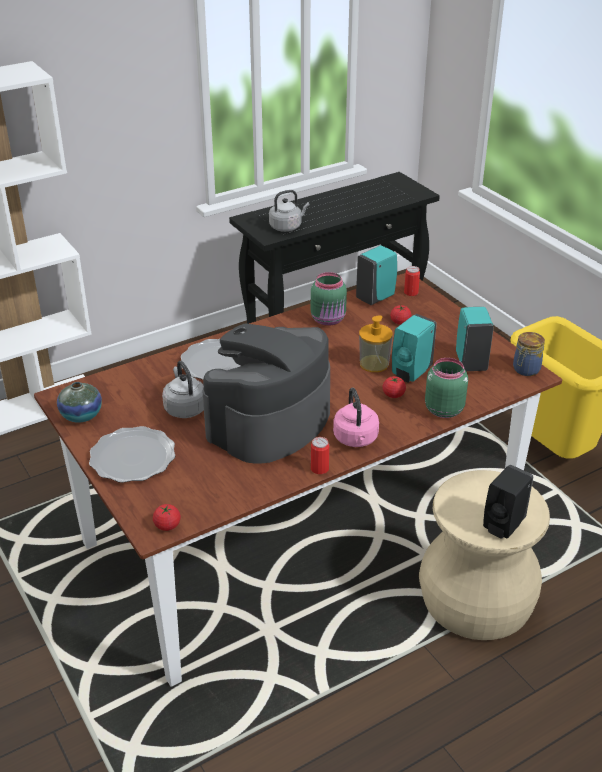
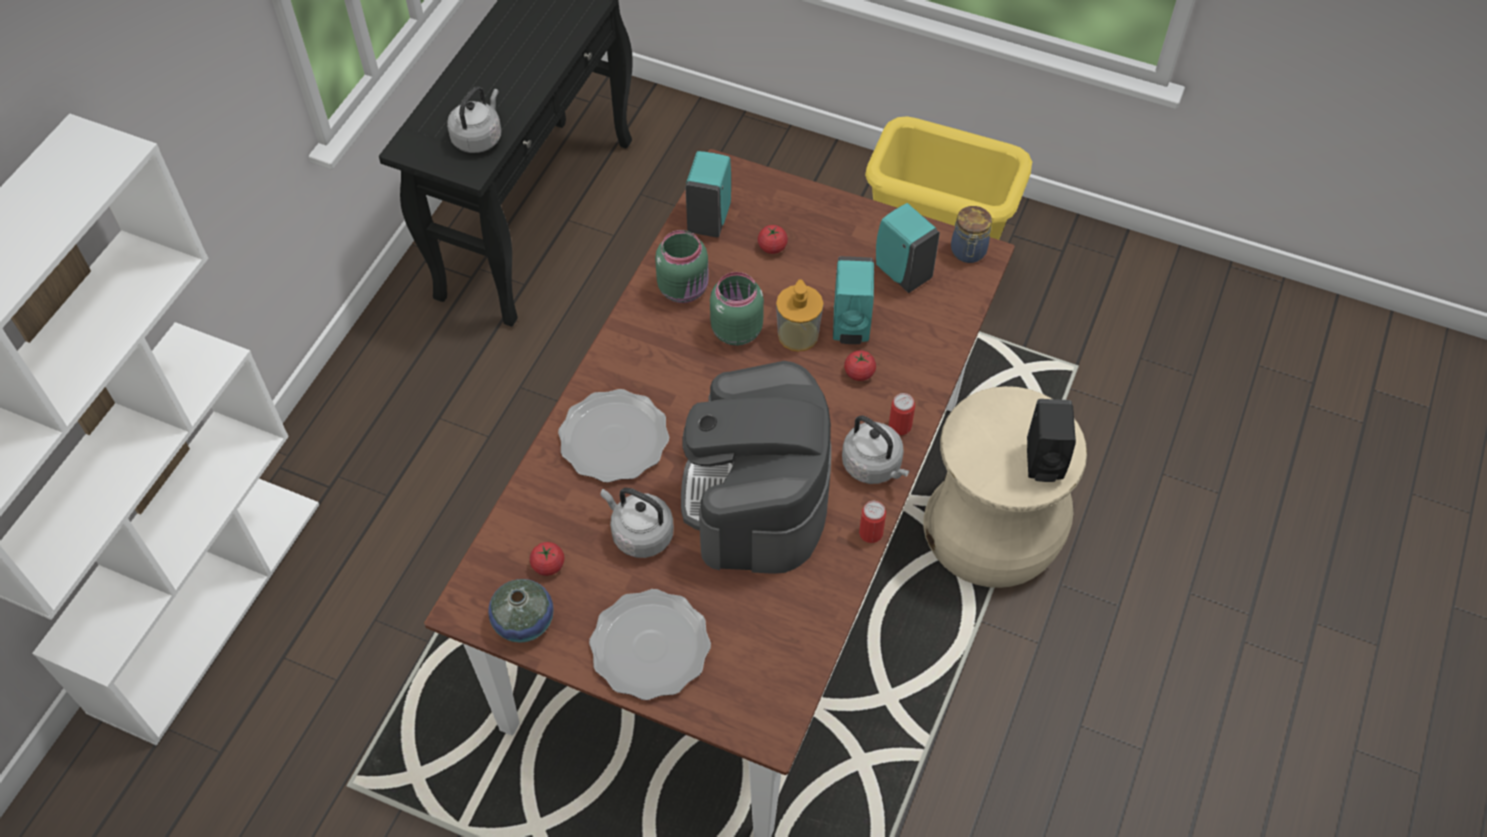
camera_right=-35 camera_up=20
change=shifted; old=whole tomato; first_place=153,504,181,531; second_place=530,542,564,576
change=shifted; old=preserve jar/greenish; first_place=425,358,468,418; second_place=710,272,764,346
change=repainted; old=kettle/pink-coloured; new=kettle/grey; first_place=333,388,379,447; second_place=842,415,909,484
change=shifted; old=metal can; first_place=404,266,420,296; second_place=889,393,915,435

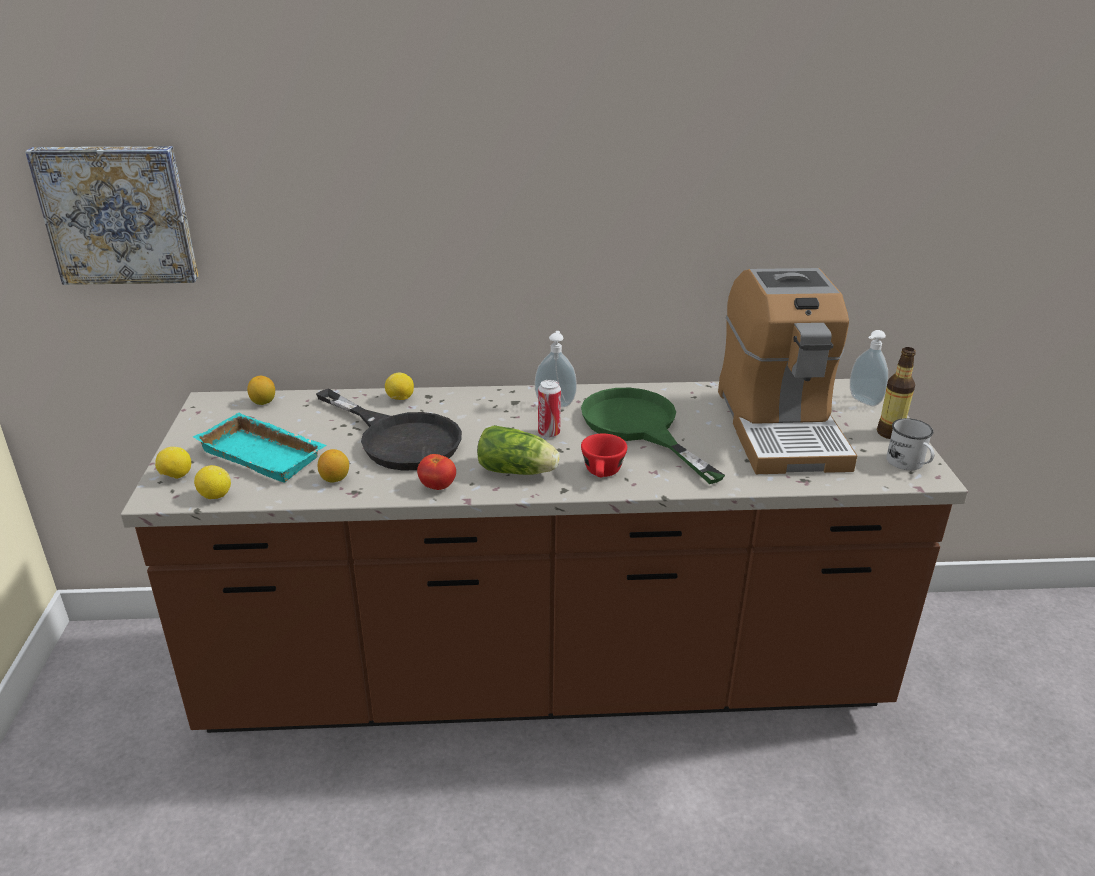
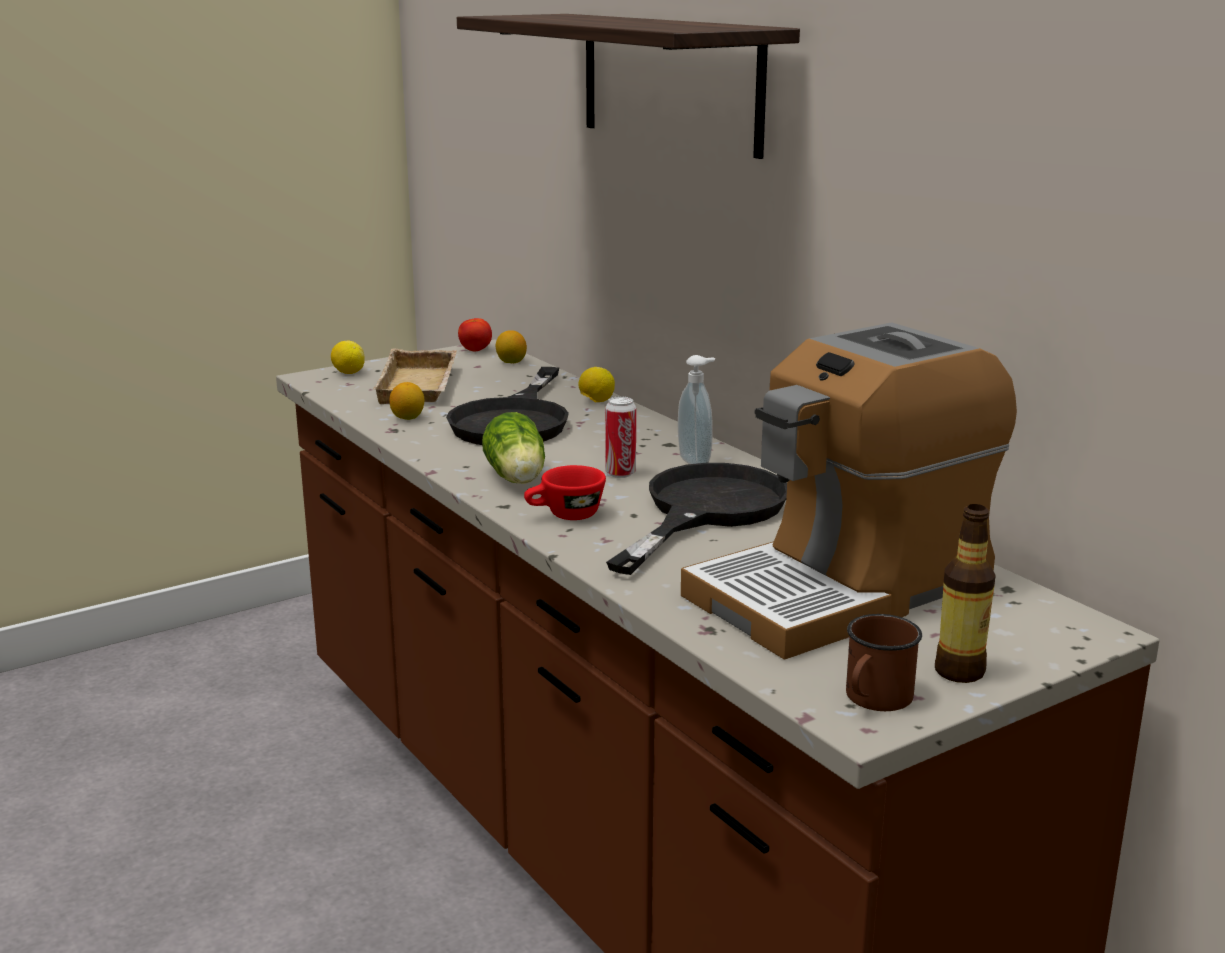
camera_right=60 camera_up=-10
change=repainted; old=carrying tray/blue-green; new=carrying tray/beige; first_place=193,413,327,482; second_place=373,348,457,404
change=new; new=bracket shelf; second_place=457,14,800,159
change=shifted; old=whole tomato; first_place=417,454,456,490; second_place=458,318,492,351
change=repainted; old=pan/greenish; new=pan/black; first_place=581,388,725,484; second_place=606,463,787,575
change=repainted; old=coffee mug/whitish; new=coffee mug/brownish; first_place=886,418,934,470; second_place=846,614,922,711
change=gone; old=wall picture; first_place=25,146,199,285
change=gone; old=citrus fruit; first_place=194,465,231,499
change=gone; old=liquid soap bottle; first_place=850,330,888,406

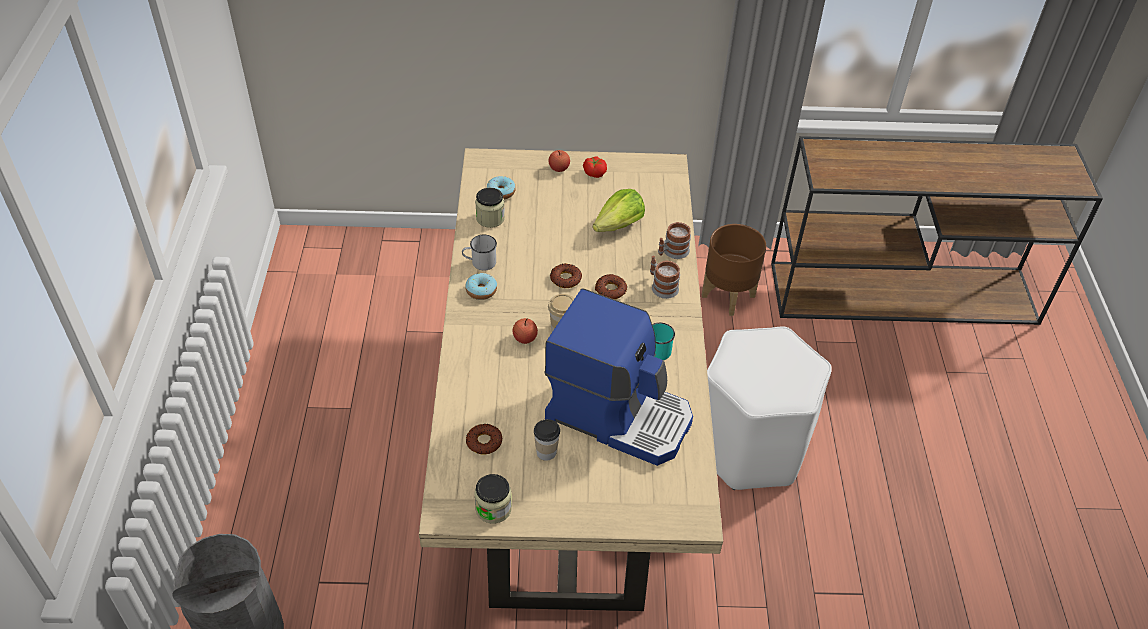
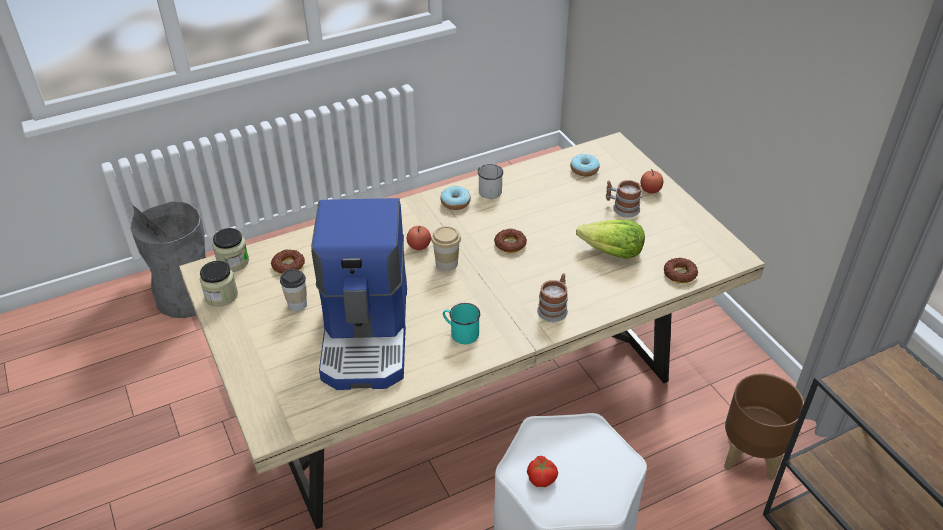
camera_right=65 camera_up=-5
change=shifted; old=preserve jar; first_place=475,188,505,228; second_place=213,228,249,272
change=shifted; old=whole tomato; first_place=583,157,607,178; second_place=527,456,558,487
change=shifted; old=coffee mug; first_place=658,222,691,259; second_place=606,180,642,217
change=shifted; old=doughnut; first_place=595,274,627,299; second_place=664,258,698,283

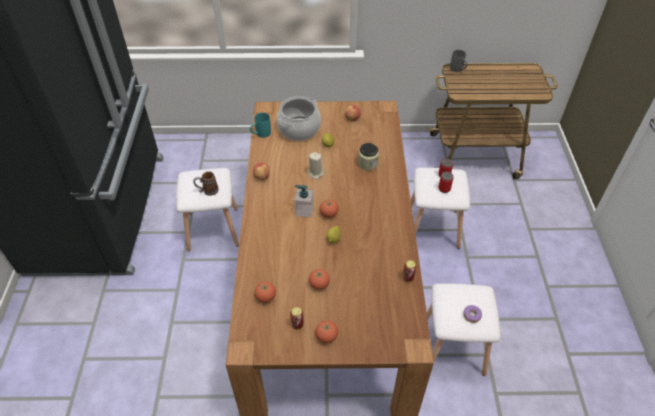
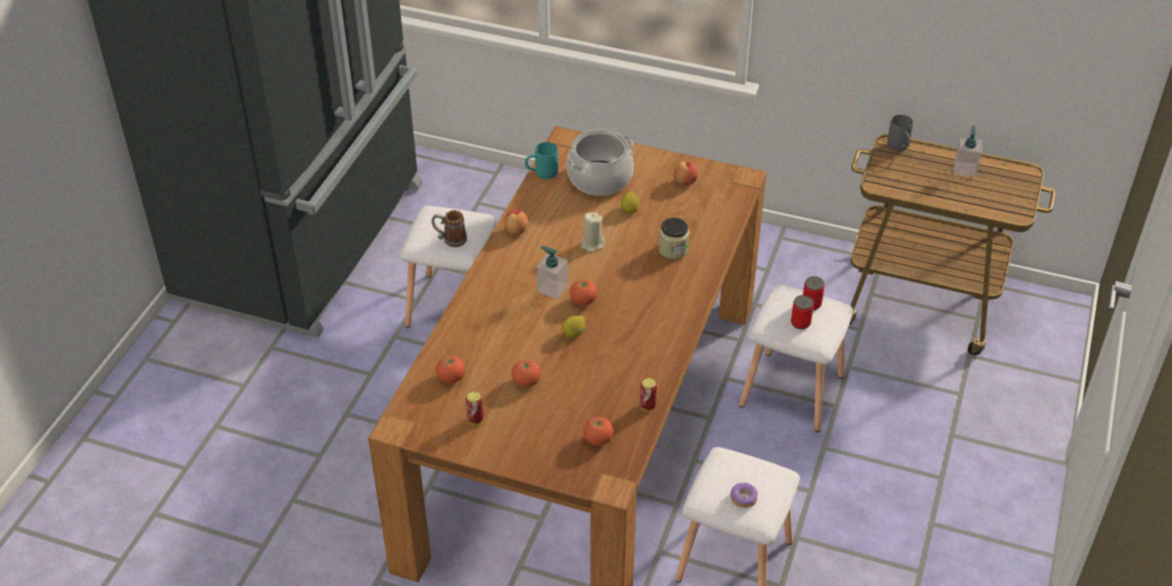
camera_right=20 camera_up=-5
change=shifted; old=whole tomato; first_place=315,321,338,343; second_place=583,417,613,446
change=new; new=liquid soap bottle; second_place=954,125,982,177

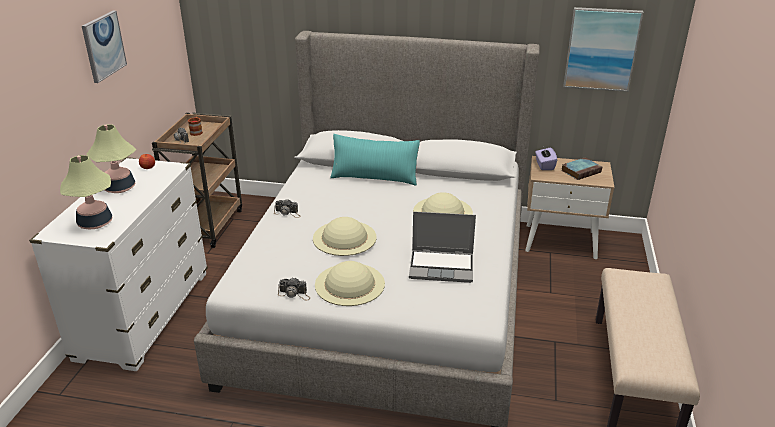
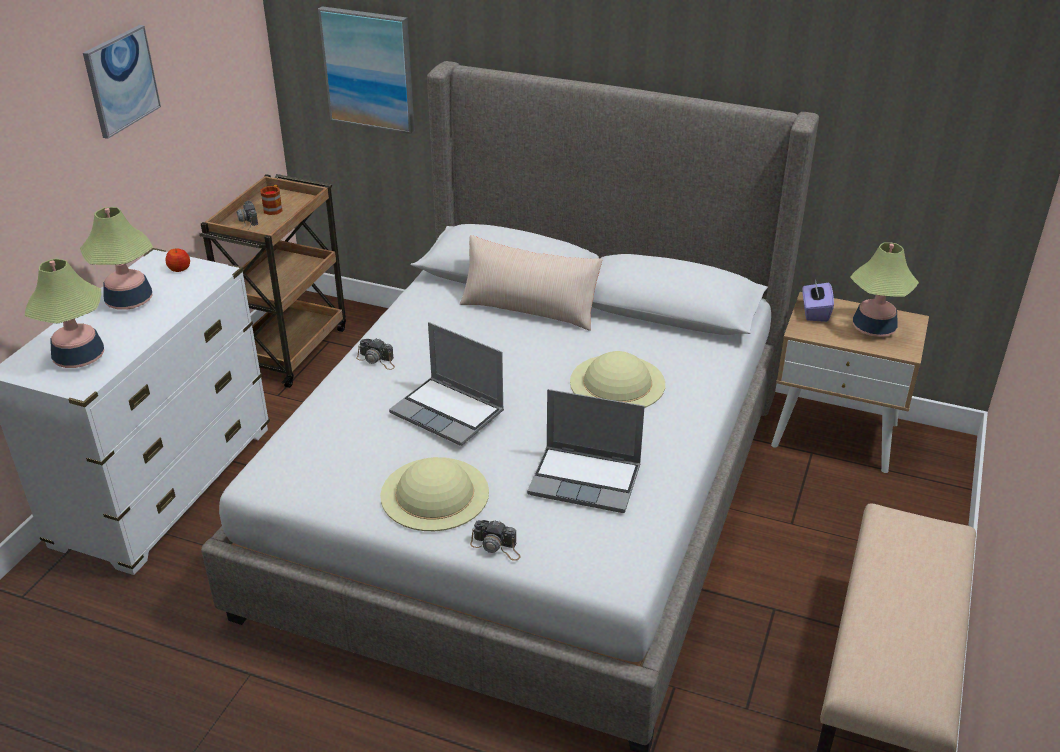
camera_right=10 camera_up=5
change=shifted; old=wall picture; first_place=563,7,643,92; second_place=318,6,415,134
change=swapped; old=wearable hat/beige; new=notebook computer; first_place=313,217,377,256; second_place=389,322,504,446
change=repainted; old=pillow/blue-green; new=pillow/beige; first_place=330,134,420,186; second_place=460,235,602,331
change=shifted; old=photo camera; first_place=278,278,310,300; second_place=470,520,521,561
change=swapped; old=volume; new=lamp for a table; first_place=561,158,602,180; second_place=850,242,919,337

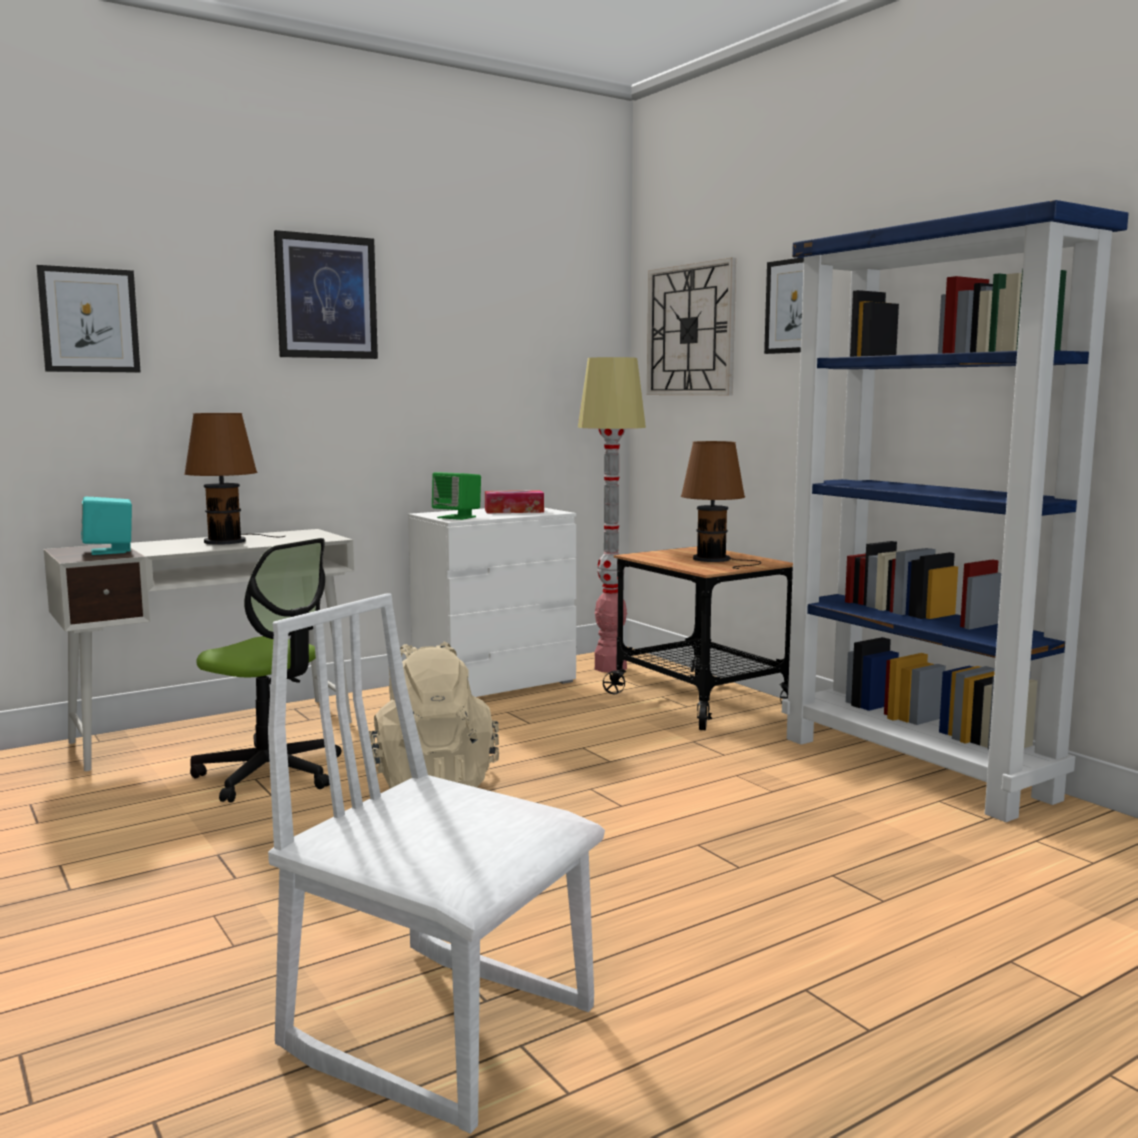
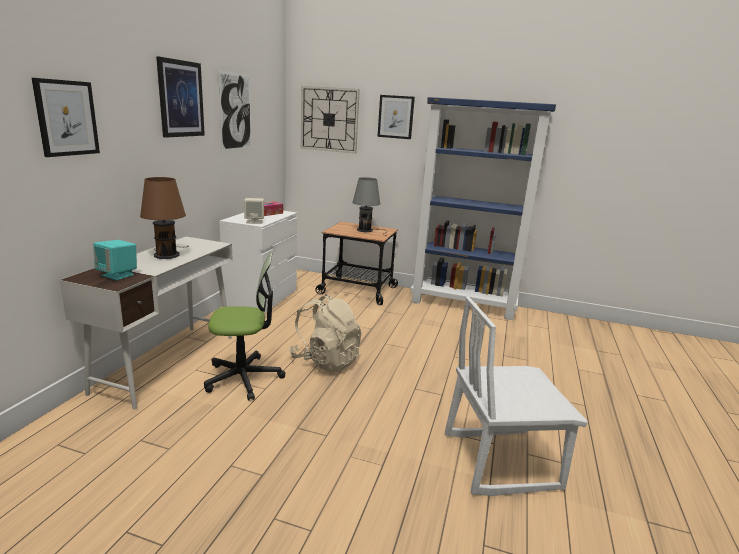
camera_right=-40 camera_up=10
change=new; new=wall picture; second_place=218,70,251,151
change=repainted; old=speaker/greenish; new=speaker/beige; first_place=432,472,481,520; second_place=244,198,264,224
change=repainted; old=lamp for a table/brownish; new=lamp for a table/grey; first_place=681,441,761,569; second_place=352,177,388,234
change=gone; old=standing lamp; first_place=578,357,646,672

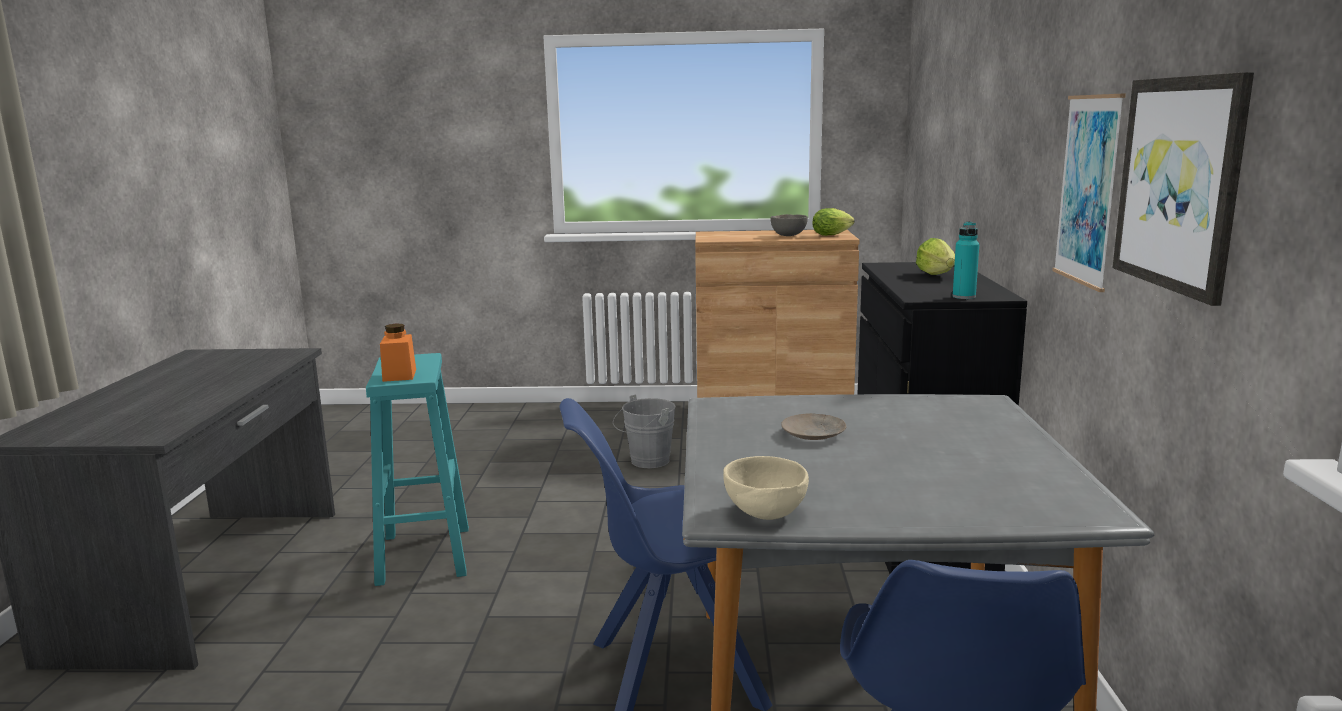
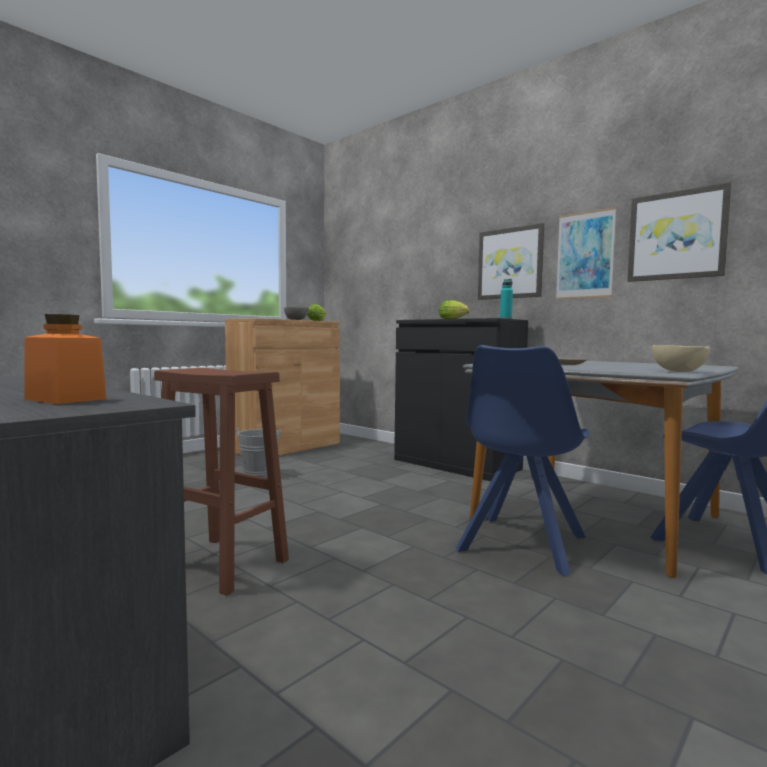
camera_right=-50 camera_up=-10
change=shifted; old=preserve jar/orange-coloured; first_place=380,324,416,382; second_place=25,314,106,404
change=repainted; old=stool seat/blue-green; new=stool seat/brownish; first_place=366,353,469,586; second_place=154,368,289,596
change=new; new=wall picture; second_place=478,223,544,300

